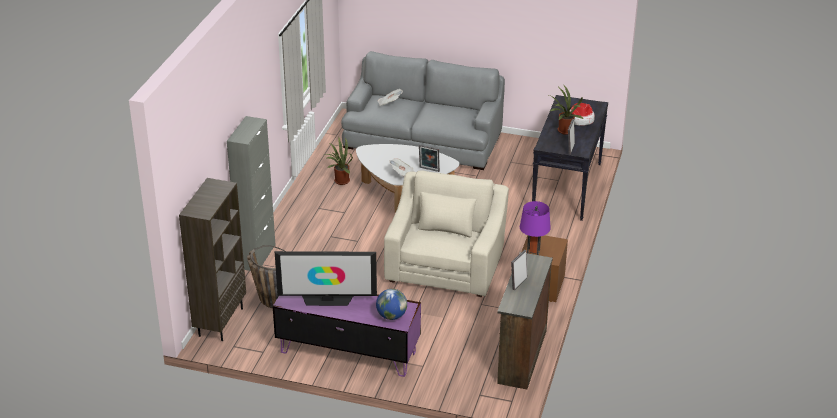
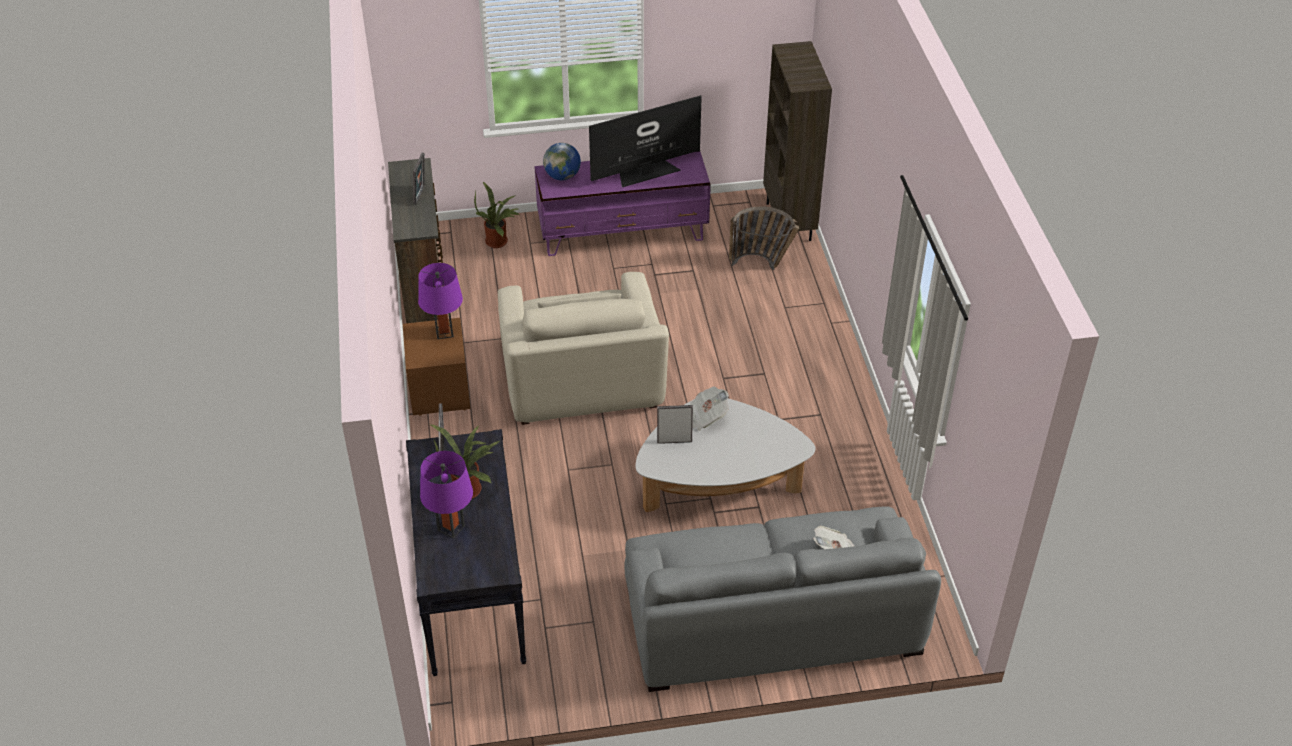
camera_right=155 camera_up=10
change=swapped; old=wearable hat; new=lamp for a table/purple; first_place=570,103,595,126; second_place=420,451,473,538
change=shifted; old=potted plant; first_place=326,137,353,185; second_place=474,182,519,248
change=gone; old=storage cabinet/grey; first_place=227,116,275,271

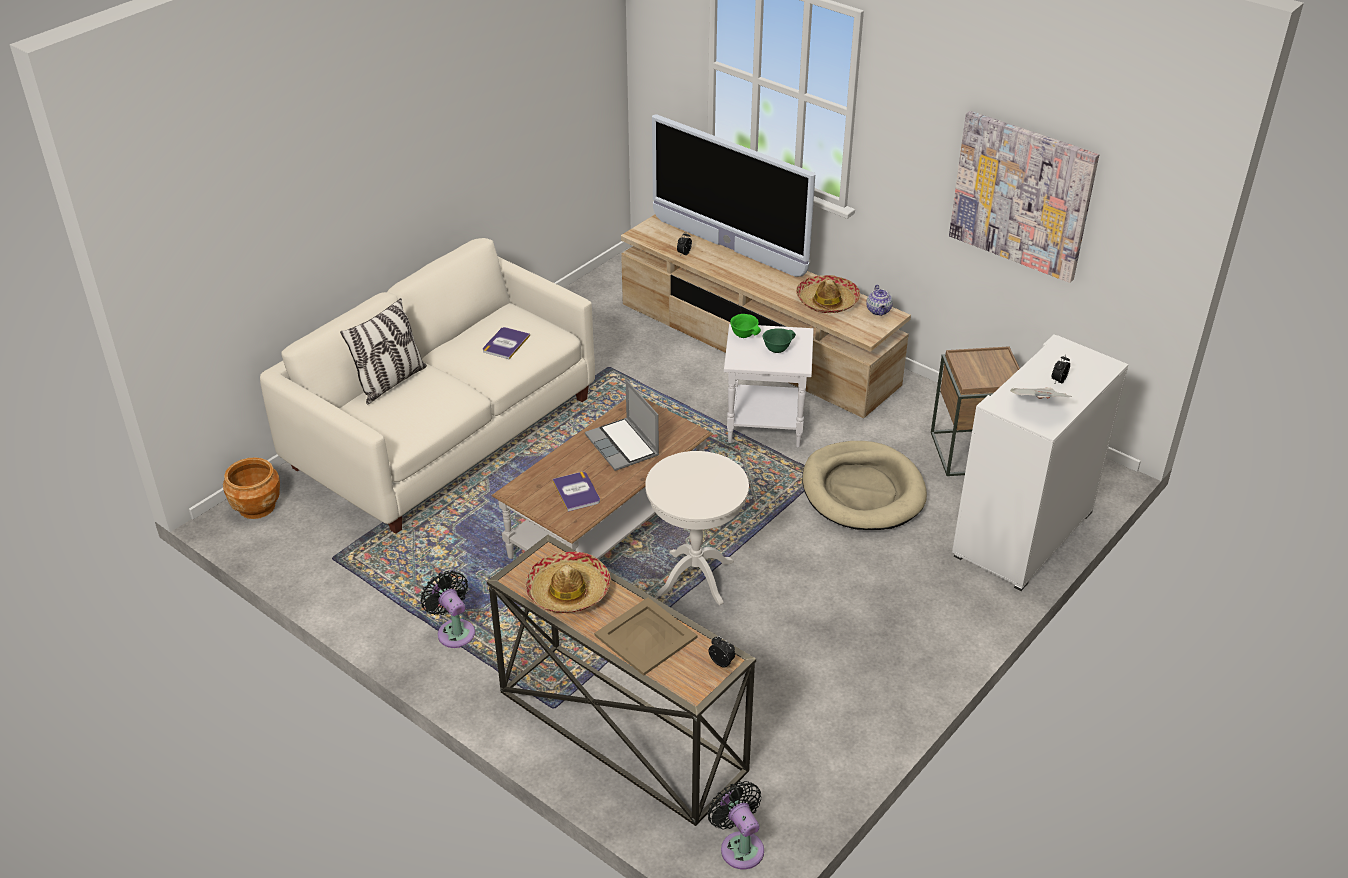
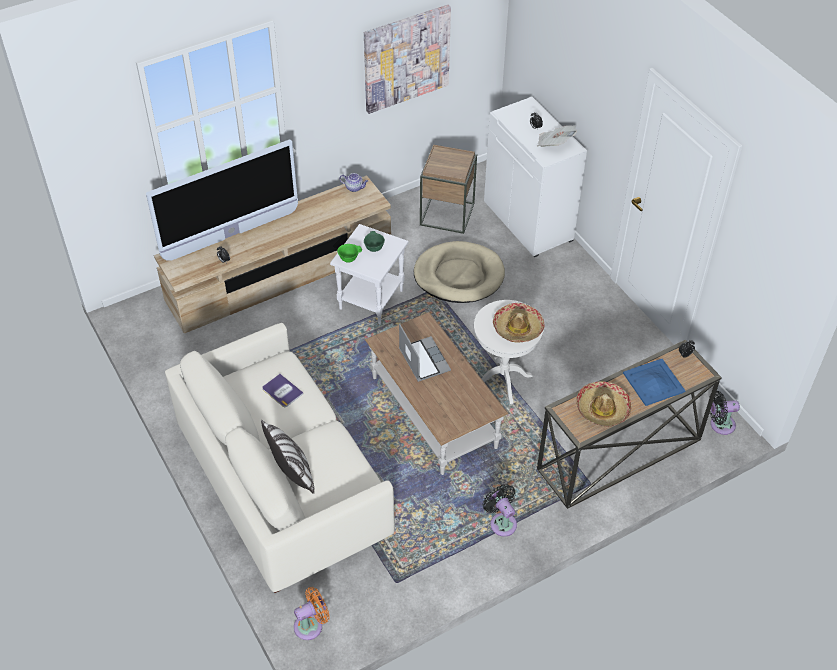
camera_right=-70 camera_up=10
change=swapped; old=flower pot/brownish; new=electric fan/orange-coloured; first_place=223,457,280,519; second_place=294,587,330,640
change=rotated; old=notebook computer; first_place=585,379,659,471; second_place=399,324,451,382; degrees=-105
change=rotated; old=electric fan/black; first_place=421,571,475,648; second_place=483,484,517,536; degrees=75
change=shifted; old=wearable hat; first_place=796,275,860,313; second_place=493,303,545,342
change=repainted; old=carrying tray/beige; new=carrying tray/bluish; first_place=594,597,698,676; second_place=623,359,686,406
change=gone; old=volume; first_place=552,472,600,512

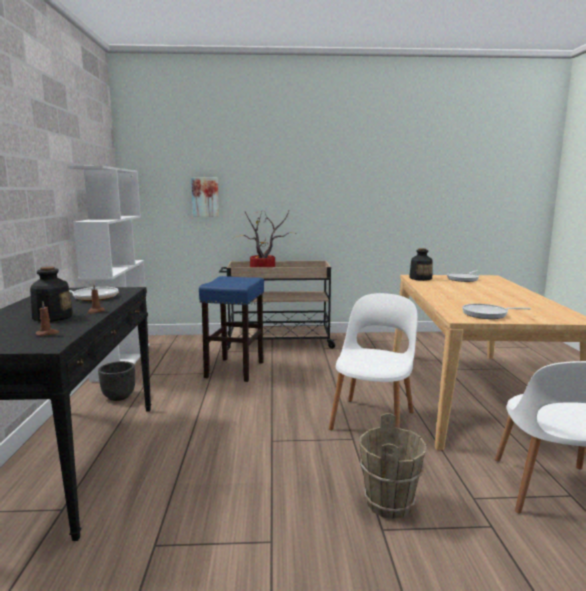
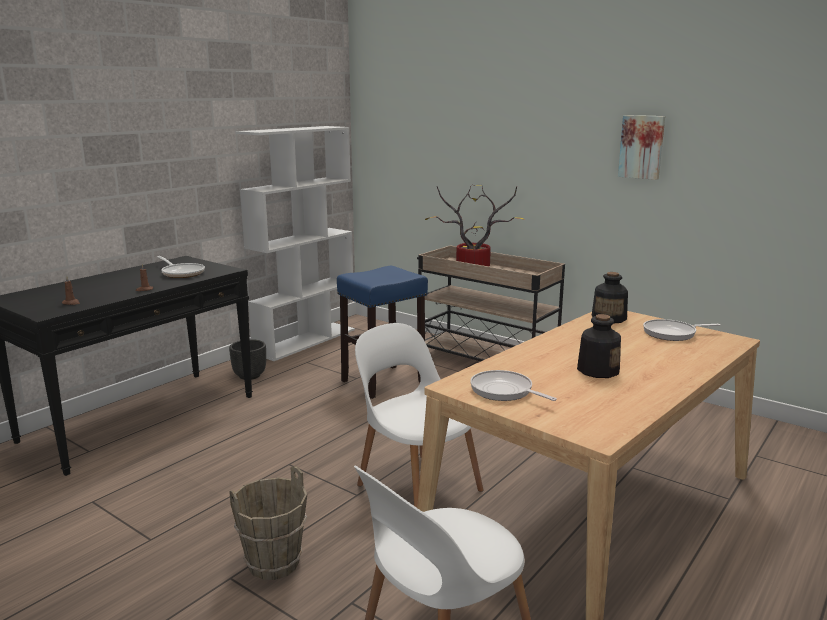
camera_right=40 camera_up=5
change=rotated; old=plain chair/whitish; first_place=329,293,418,430; second_place=355,323,484,508; degrees=-105
change=shifted; old=bottle; first_place=30,267,73,322; second_place=577,314,621,378
change=shifted; old=wall picture; first_place=191,177,219,217; second_place=618,115,665,180

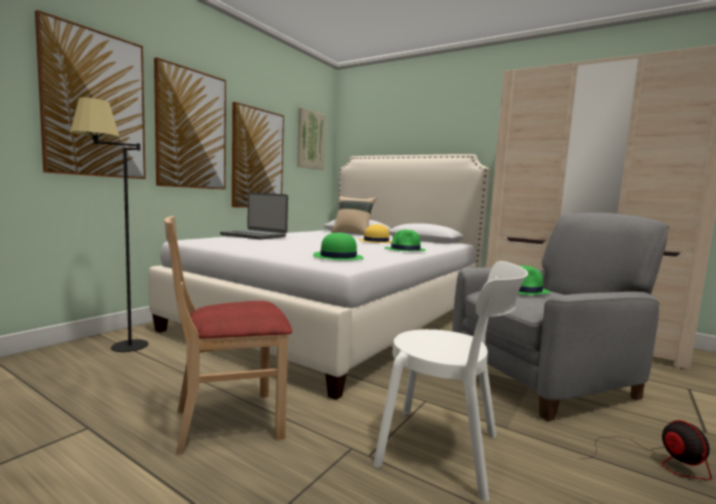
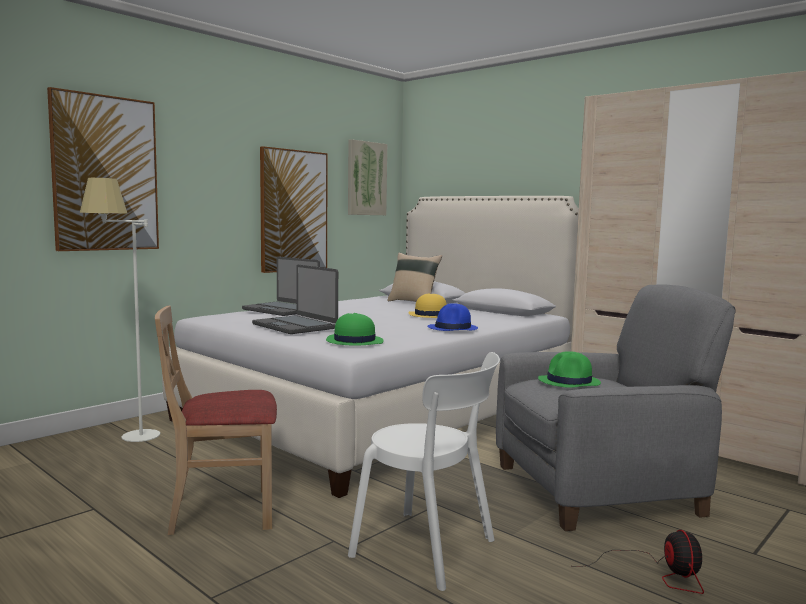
camera_right=10 camera_up=0
change=repainted; old=standing lamp/black; new=standing lamp/whitish; first_place=70,97,149,352; second_place=80,178,160,442
change=new; new=notebook computer; second_place=252,264,338,334
change=repainted; old=wearable hat/greenish; new=wearable hat/bluish; first_place=385,230,426,251; second_place=428,303,478,331
change=gone; old=wall picture; first_place=154,57,226,190

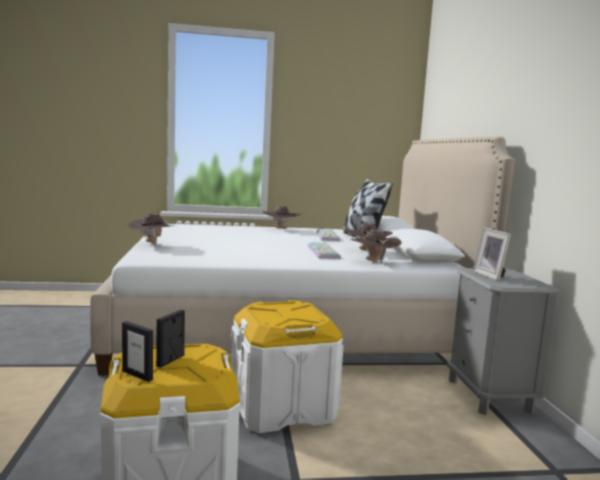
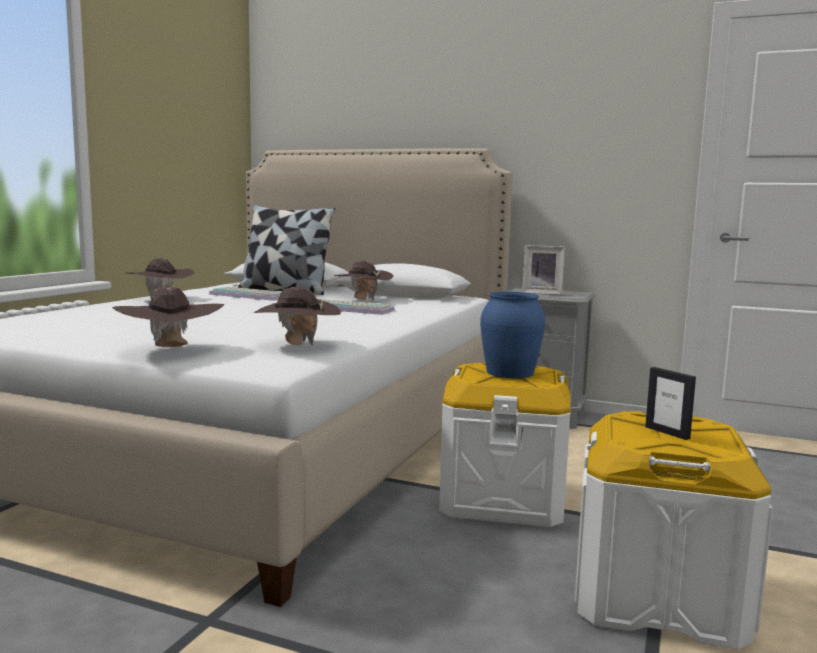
camera_right=-60 camera_up=0
change=shifted; old=wearable hat/brownish; first_place=350,229,401,263; second_place=253,287,341,346
change=new; new=vase/bluish; second_place=480,292,545,378
change=gone; old=picture frame; first_place=122,321,153,382

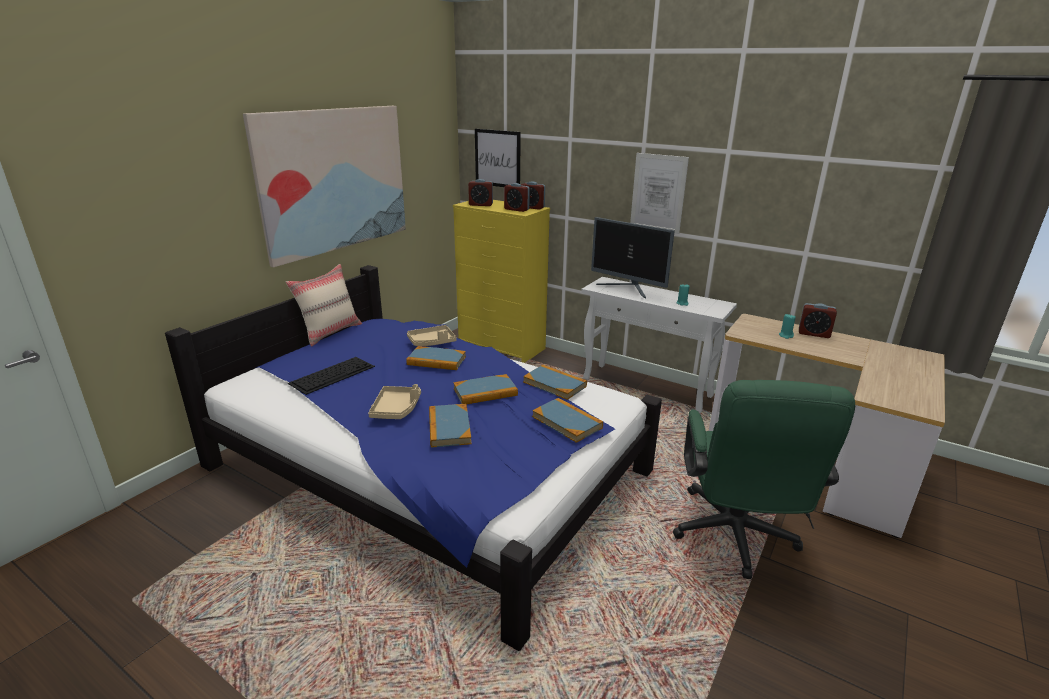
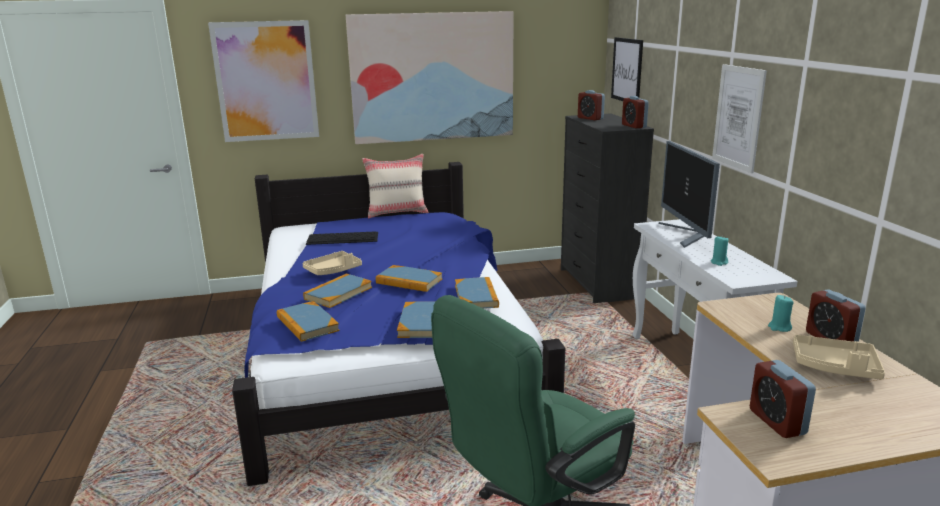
camera_right=45 camera_up=-5
change=new; new=wall picture; second_place=208,20,319,142
change=shifted; old=volume; first_place=406,346,466,370; second_place=277,301,340,342
change=repainted; old=drawer chest/yellow; new=drawer chest/black; first_place=453,200,550,363; second_place=561,113,654,303
change=shifted; old=table clock; first_place=504,183,530,212; second_place=750,360,816,438
change=shifted; old=carrying tray/beige; first_place=407,325,456,346; second_place=793,335,885,380

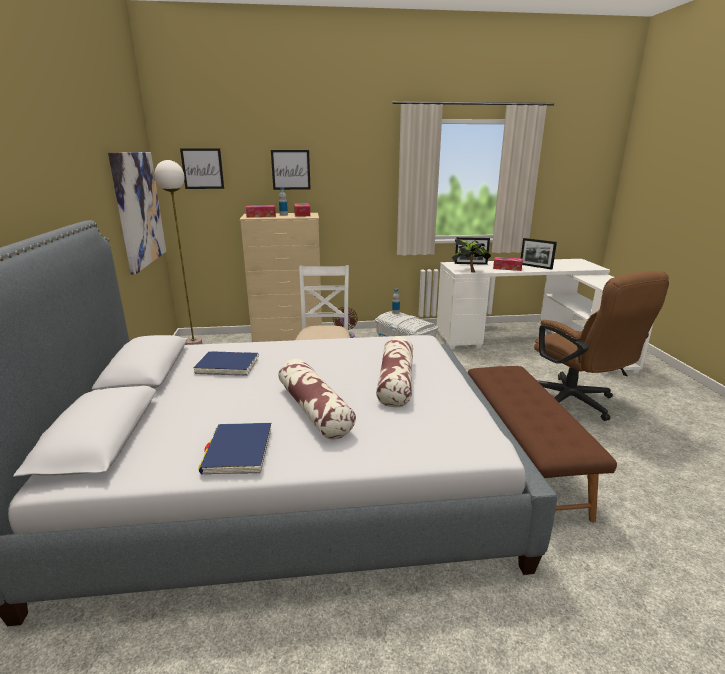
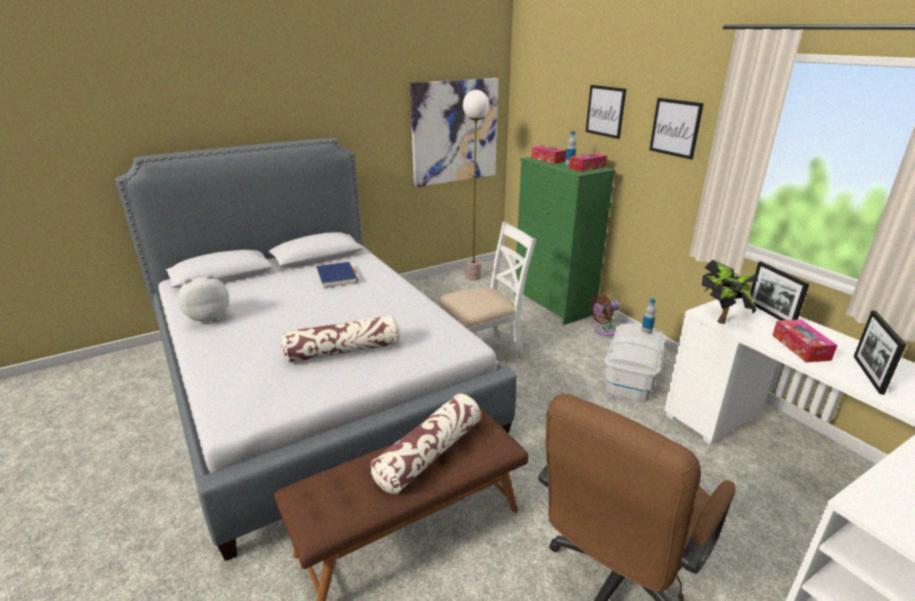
camera_right=65 camera_up=5
change=swapped; old=volume/bluish; new=soft toy; first_place=199,423,271,475; second_place=178,275,229,324
change=shifted; old=pillow; first_place=278,358,356,440; second_place=371,394,481,494
change=repainted; old=drawer chest/beige; new=drawer chest/greenish; first_place=239,213,322,342; second_place=514,157,615,325
change=shifted; old=wall picture; first_place=180,148,224,189; second_place=649,98,704,160

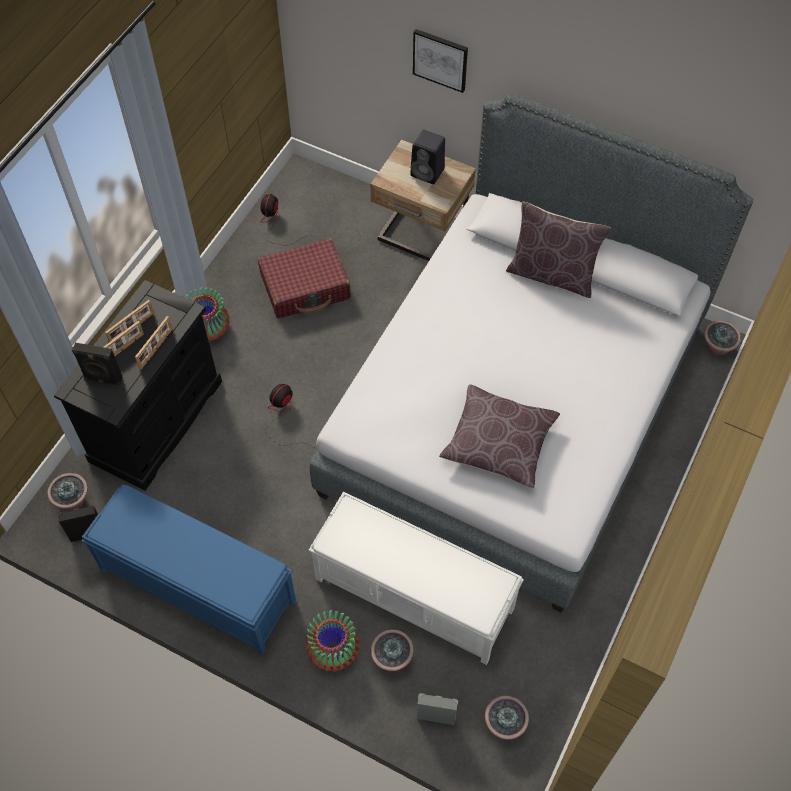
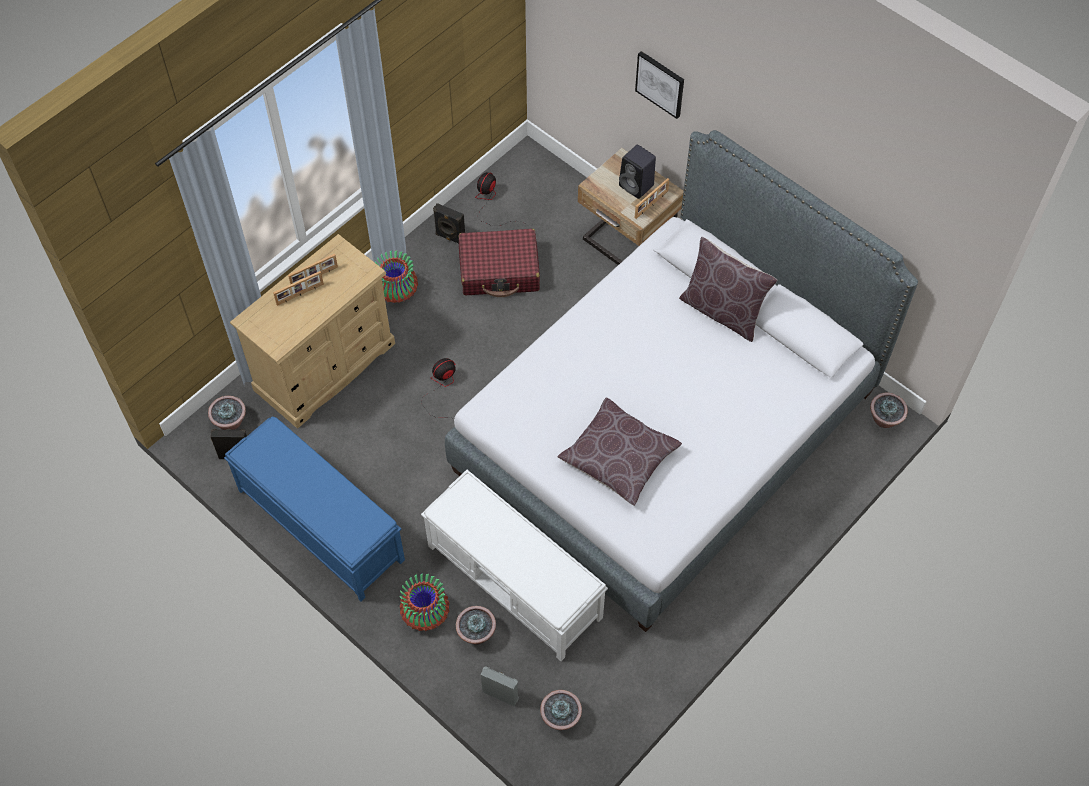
camera_right=15 camera_up=0
change=repainted; old=drawer chest/black; new=drawer chest/beige; first_place=54,280,222,491; second_place=230,234,395,429
change=shifted; old=speaker/black; first_place=72,343,123,385; second_place=433,203,465,244
change=shifted; old=picture frame; first_place=135,316,173,370; second_place=635,178,669,219

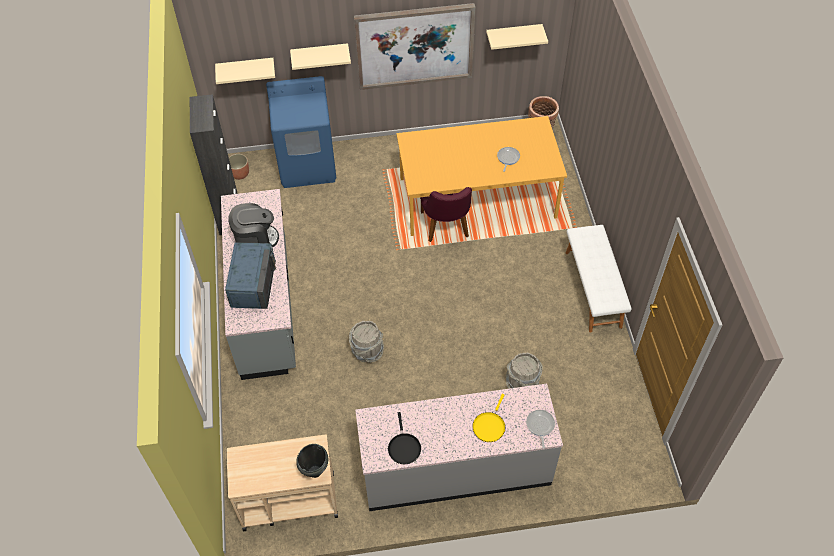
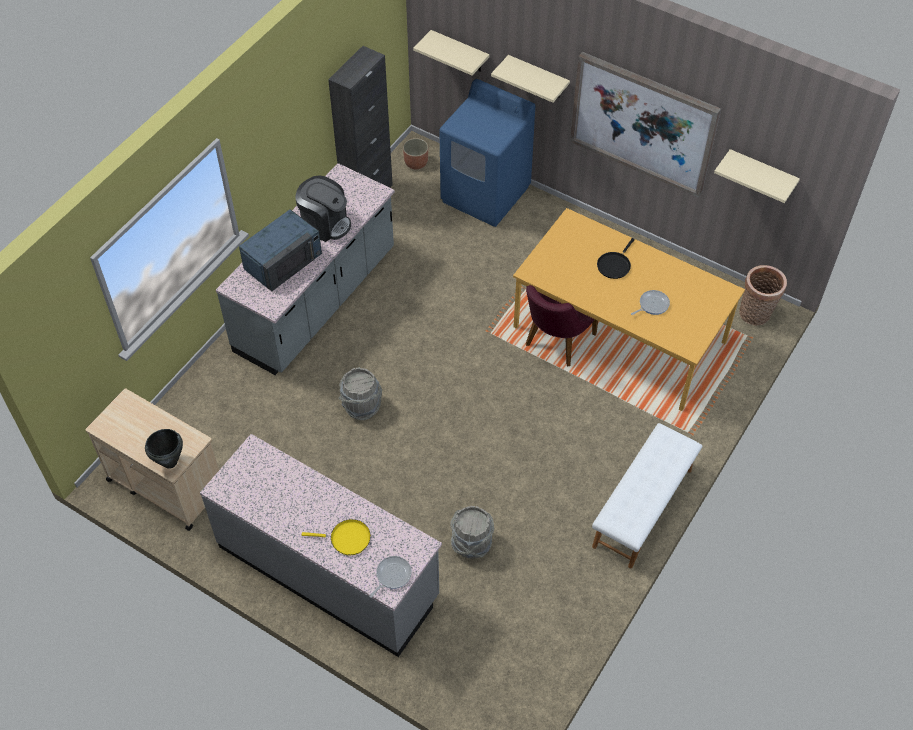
camera_right=40 camera_up=0
change=rotated; old=pan/yellow; first_place=472,394,505,442; second_place=302,519,371,555; degrees=-150
change=shifted; old=pan/black; first_place=388,412,421,464; second_place=597,238,635,279

